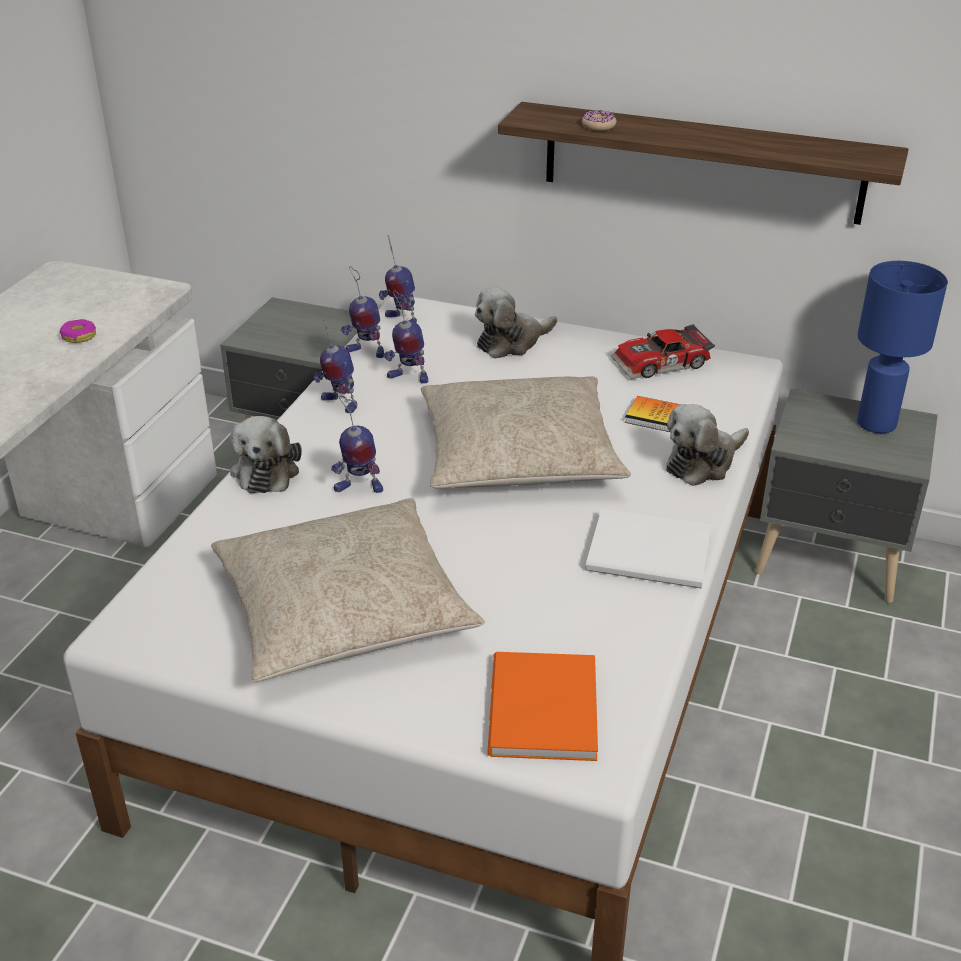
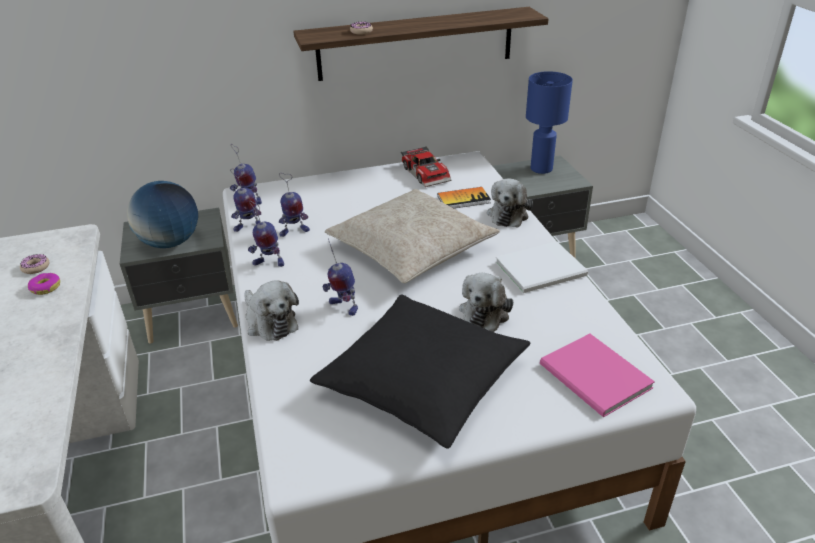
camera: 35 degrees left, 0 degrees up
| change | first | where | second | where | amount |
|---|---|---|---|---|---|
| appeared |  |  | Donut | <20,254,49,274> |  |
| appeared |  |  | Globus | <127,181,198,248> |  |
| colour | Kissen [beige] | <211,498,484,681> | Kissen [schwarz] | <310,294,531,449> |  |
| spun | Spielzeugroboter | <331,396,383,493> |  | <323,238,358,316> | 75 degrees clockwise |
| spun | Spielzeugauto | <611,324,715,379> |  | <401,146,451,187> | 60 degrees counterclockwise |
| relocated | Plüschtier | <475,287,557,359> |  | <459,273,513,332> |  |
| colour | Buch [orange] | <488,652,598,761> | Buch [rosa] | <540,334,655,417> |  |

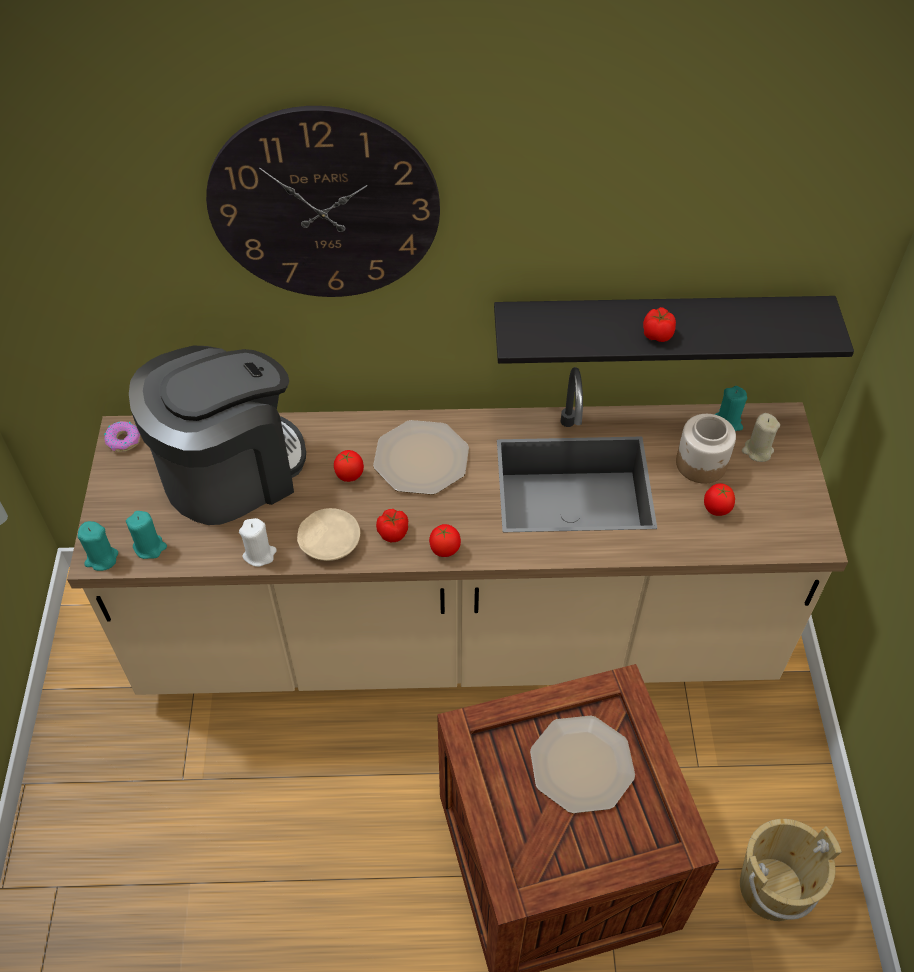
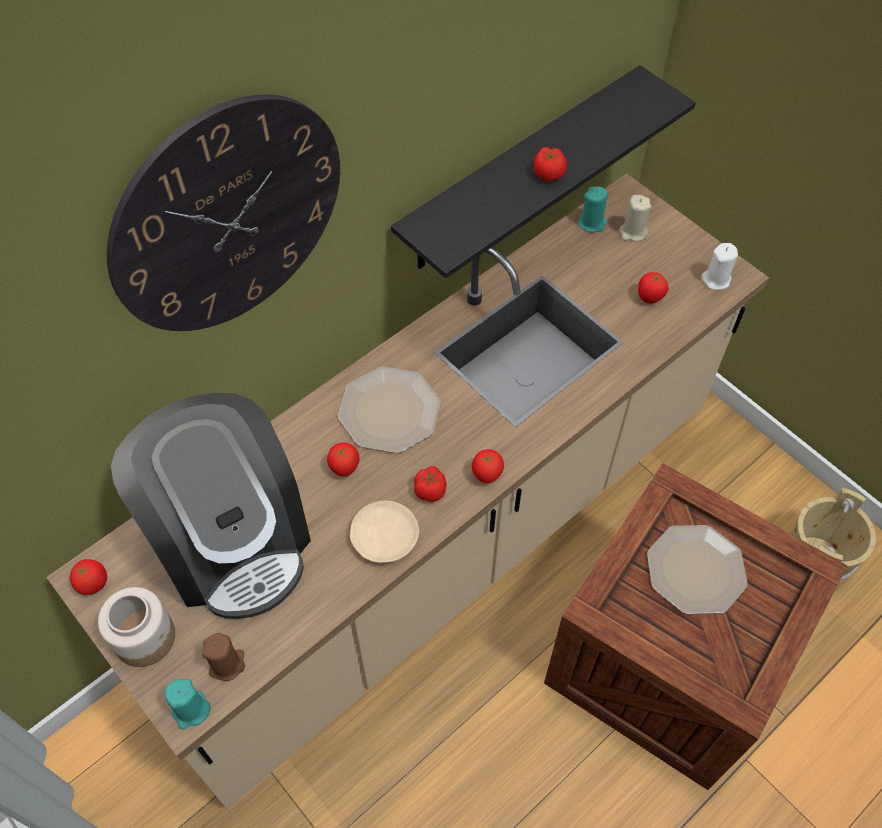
camera: 40 degrees left, 5 degrees up
| change | first | where | second | where | amount |
|---|---|---|---|---|---|
| exchanged | Donut | <104,421,140,452> | Tomate | <70,559,107,595> |  |
| relocated | Vorratsglas | <676,414,736,484> |  | <98,587,175,667> |  |
| spun | Kaffeemaschine | <129,346,306,525> |  | <111,393,311,619> | 135 degrees clockwise |
| colour | Kerze [türkis] | <126,511,167,559> | Kerze [braun] | <202,633,245,681> |  |
| relocated | Kerze [weiß] | <239,518,277,567> |  | <701,243,738,290> |  |

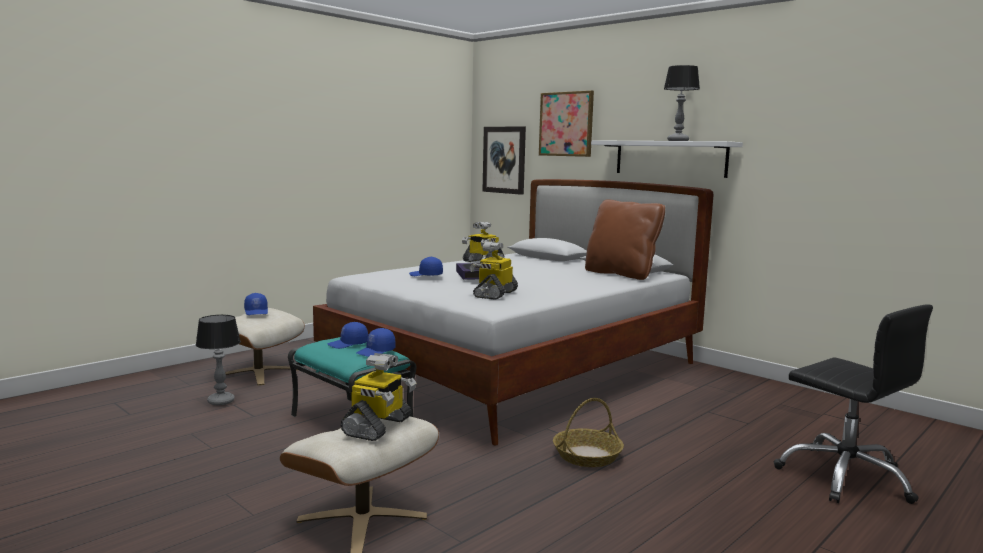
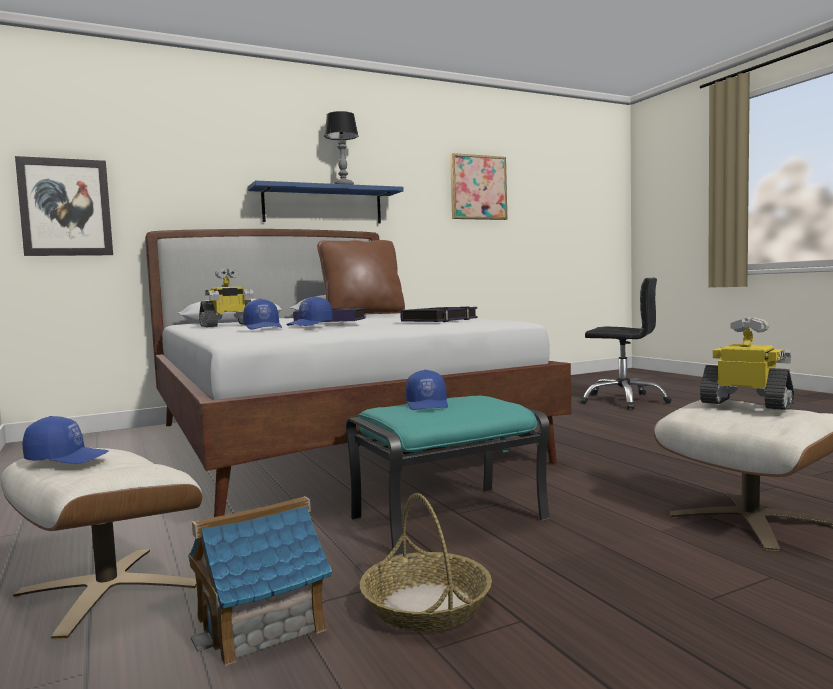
camera: 70 degrees left, 5 degrees down
| change | first | where | second | where | amount |
|---|---|---|---|---|---|
| exchanged | Tischlampe | <196,315,241,405> | Spielzeughaus | <188,496,332,666> |  |
| relocated | Kappe [blau] | <356,328,395,357> |  | <243,299,282,330> |  |
| colour | Wandregal [weiß] | <591,140,743,178> | Wandregal [blau] | <248,180,404,223> |  |
| relocated | Korb | <553,398,624,467> |  | <360,493,492,632> |  |
| exchanged | Spielzeugroboter | <470,241,518,299> | Buch | <400,307,478,322> |  |
| relocated | Bild | <539,90,594,157> |  | <450,153,507,220> |  |
| spun | Bürostuhl [schwarz] | <774,304,933,504> |  | <580,277,672,409> | 45 degrees clockwise |

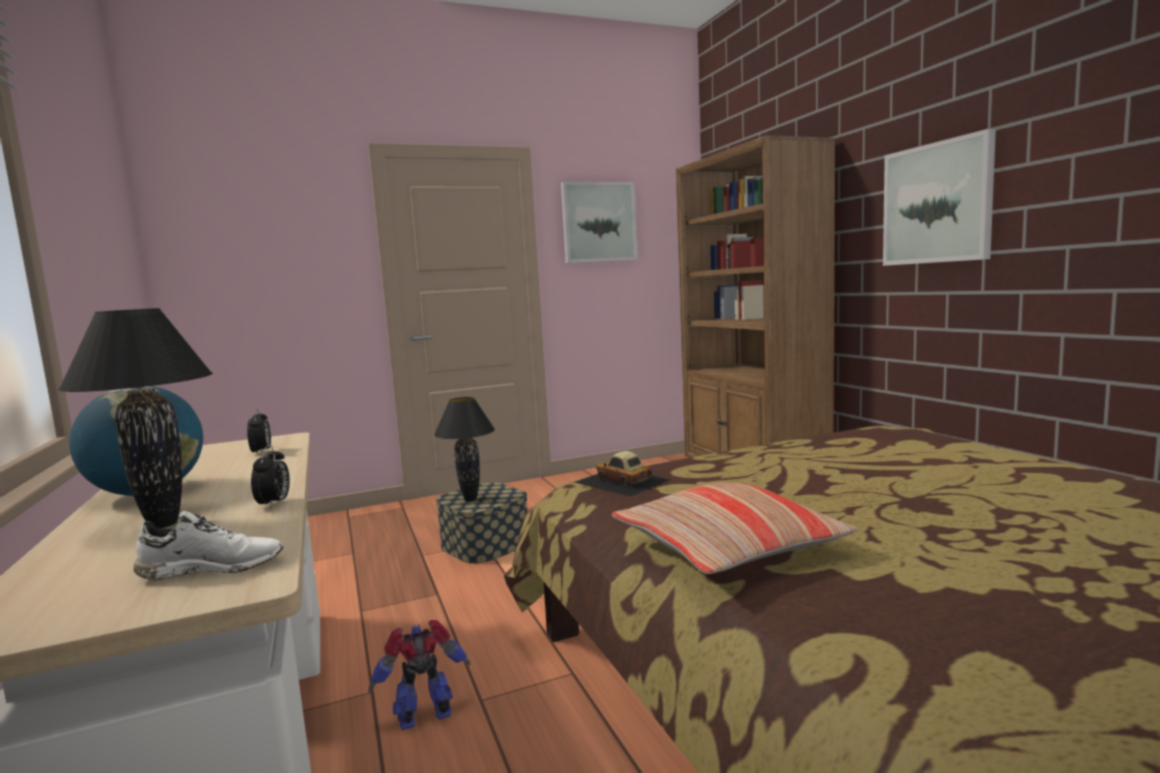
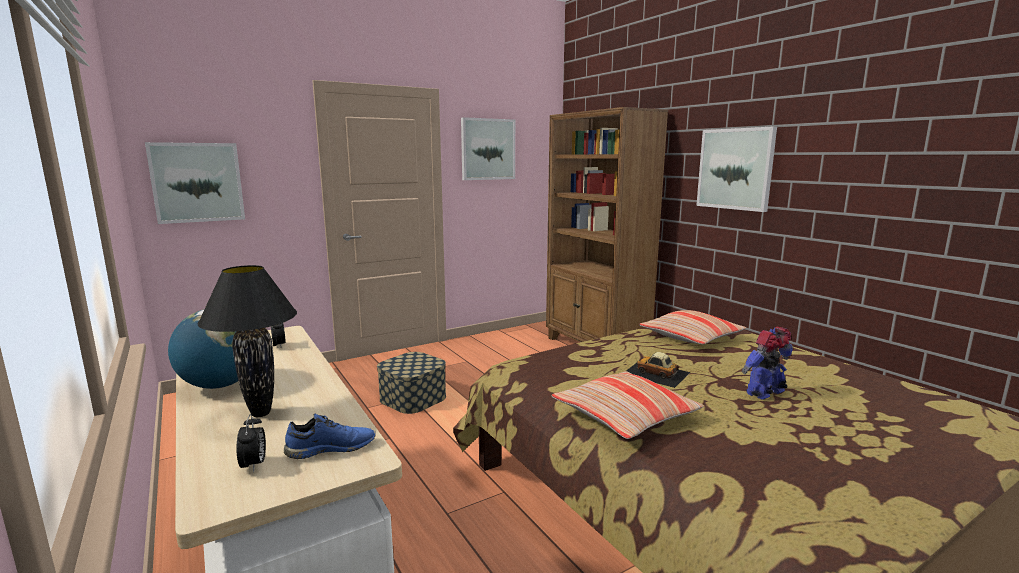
camera: 10 degrees left, 5 degrees up
| change | first | where | second | where | amount |
|---|---|---|---|---|---|
| appeared |  |  | Bild | <145,142,245,224> |  |
| relocated | Wecker | <251,445,290,509> |  | <237,414,266,473> |  |
| colour | Schuh [weiß] | <134,511,284,580> | Schuh [blau] | <283,414,376,459> |  |
| relocated | Spielzeugauto | <575,451,671,497> |  | <626,352,690,388> |  |
| appeared |  |  | Kissen | <639,310,746,344> |  |
| relocated | Spielzeugroboter | <369,620,470,730> |  | <742,326,793,400> |  |
| missing | Tischlampe [schwarz] | <434,397,495,502> |  |  |  |

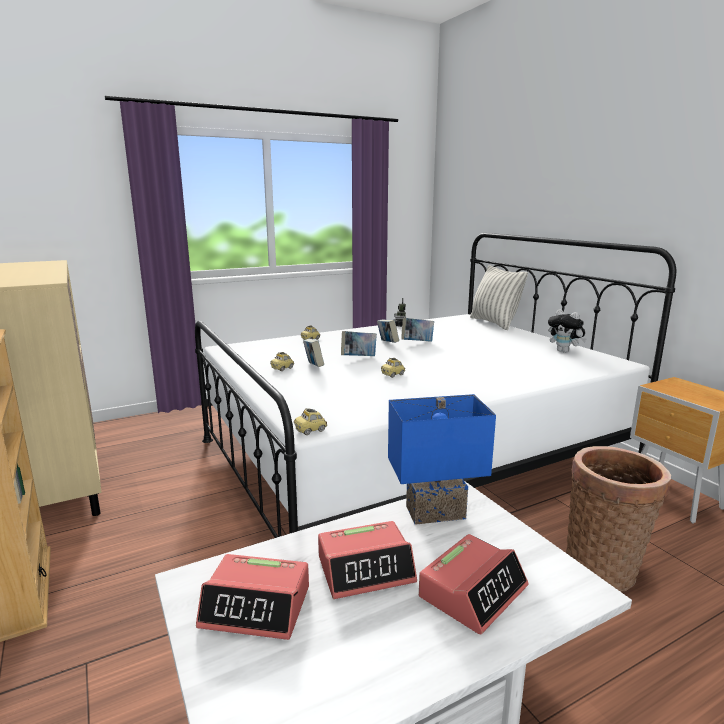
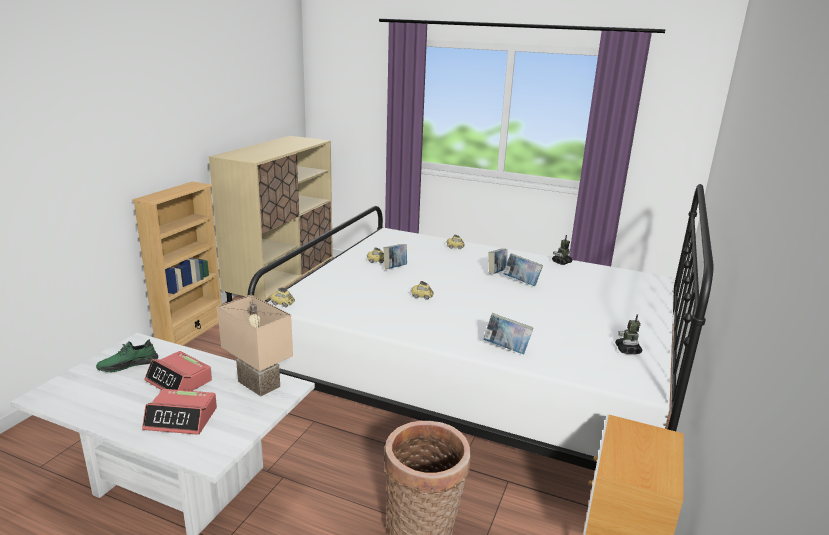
camera: 50 degrees right, 5 degrees up
| change | first | where | second | where | amount |
|---|---|---|---|---|---|
| exchanged | Wecker | <196,554,309,640> | Schuh [grün] | <96,339,158,372> |  |
| colour | Tischlampe [blau] | <388,394,496,525> | Tischlampe [beige] | <217,295,293,397> |  |
| relocated | Buch | <341,331,377,356> |  | <483,313,533,354> |  |
| exchanged | Plüschtier | <548,309,586,353> | Spielzeugroboter | <615,314,643,354> |  |
| missing | Kissen | <470,265,528,330> |  |  |  |

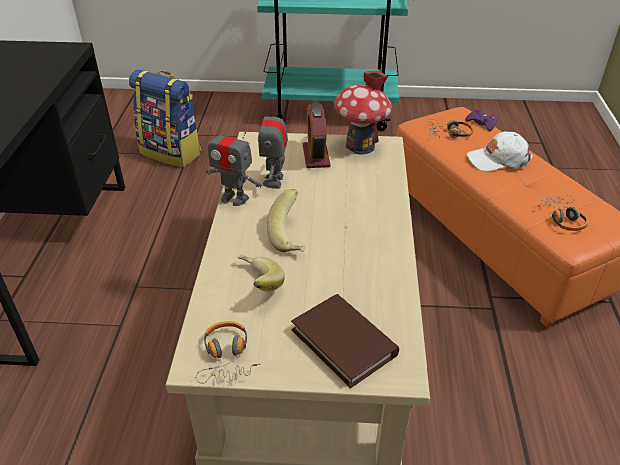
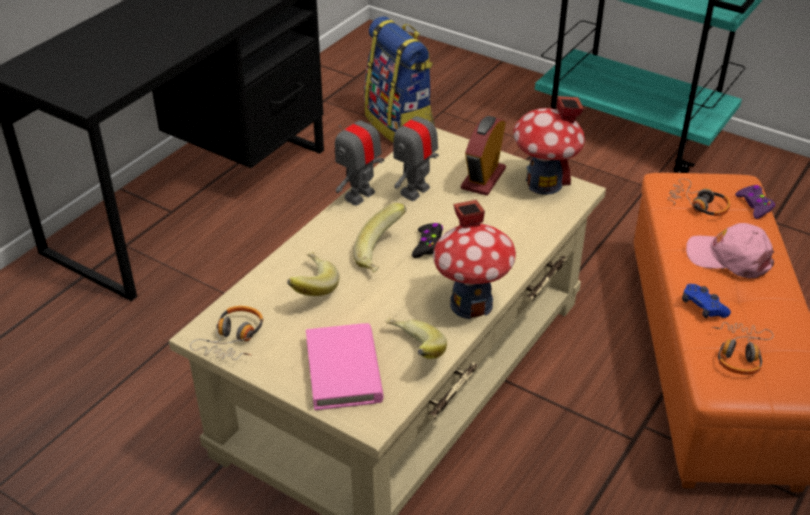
camera: 30 degrees right, 0 degrees up
| change | first | where | second | where | amount |
|---|---|---|---|---|---|
| colour | Buch [braun] | <291,294,399,388> | Buch [rosa] | <306,323,384,410> |  |
| spun | Spielzeugroboter | <206,121,262,206> |  | <335,103,384,206> | 75 degrees clockwise |
| appeared |  |  | Banane | <386,317,447,359> |  |
| appeared |  |  | Gamepad [schwarz] | <412,223,443,258> |  |
| appeared |  |  | Spielzeughaus | <433,200,516,319> |  |
| appeared |  |  | Gamepad [blau] | <682,284,731,319> |  |
| colour | Kappe [weiß] | <467,131,533,171> | Kappe [rosa] | <686,223,774,278> |  |

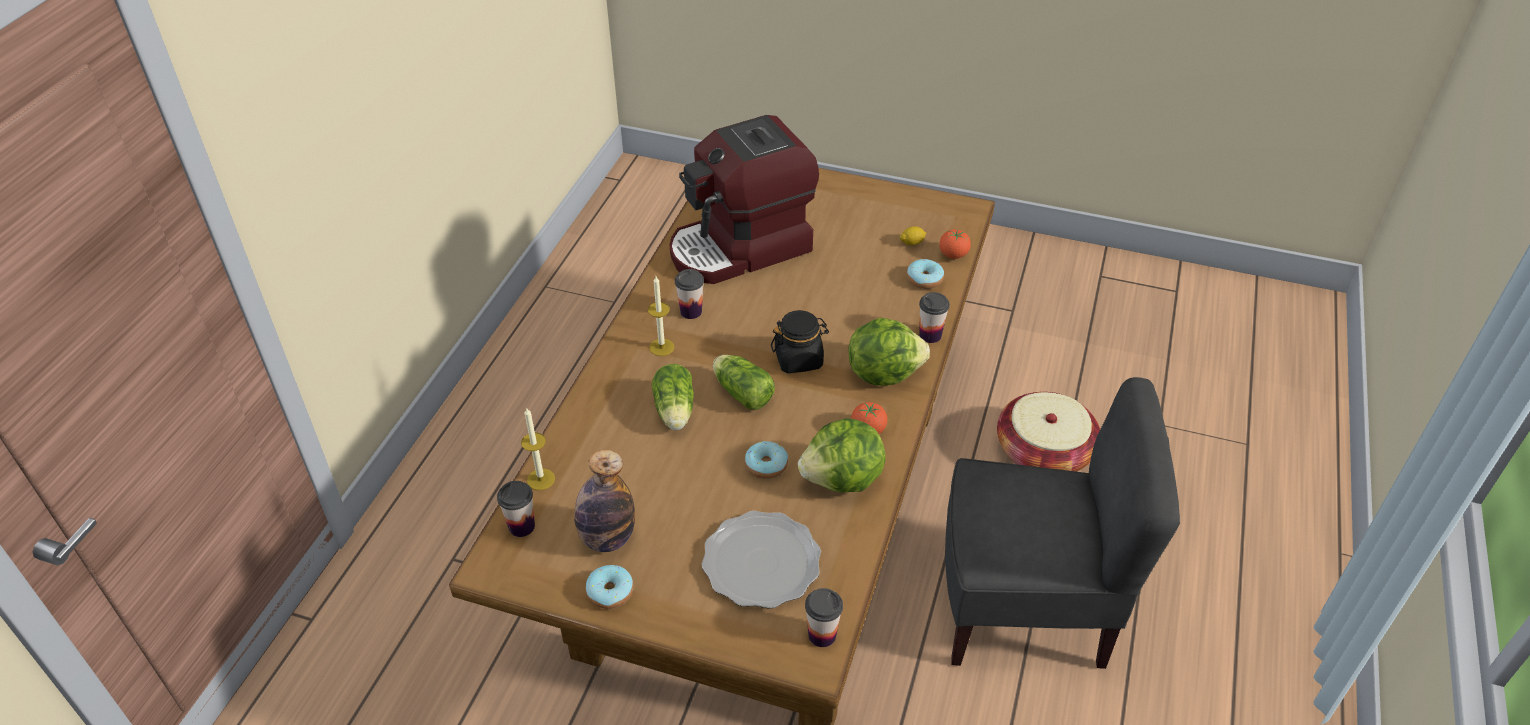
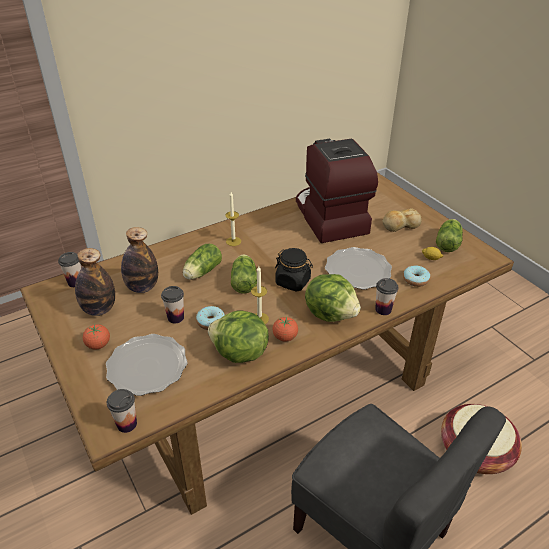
camera: 40 degrees right, 5 degrees down
| change | first | where | second | where | amount |
|---|---|---|---|---|---|
| relocated | Tomate | <939,229,971,259> |  | <83,324,110,350> |  |
| appeared |  |  | Flasche | <121,227,158,293> |  |
| relocated | Tasse | <675,269,704,319> |  | <161,286,184,324> |  |
| relocated | Kerze | <521,407,555,490> |  | <251,266,269,324> |  |
| spun | Kaffeemaschine | <669,115,819,284> |  | <296,139,378,243> | 60 degrees clockwise |
| appeared |  |  | Teller | <325,247,392,289> |  |
| appeared |  |  | Brot | <382,208,422,232> |  |
| appeared |  |  | Salatkopf | <436,219,463,252> |  |
| missing | Donut | <586,565,634,609> |  |  |  |

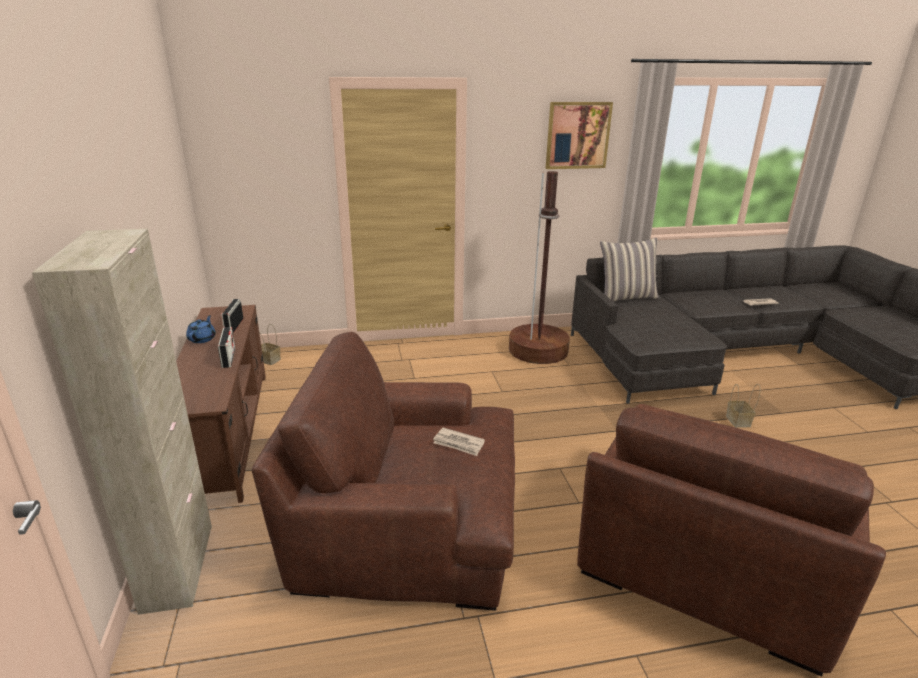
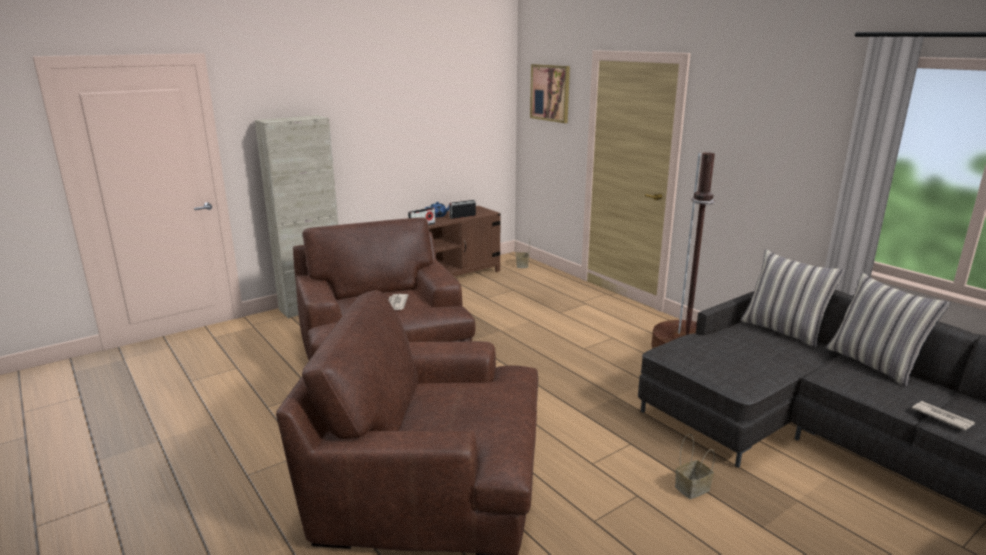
camera: 65 degrees right, 5 degrees down
| change | first | where | second | where | amount |
|---|---|---|---|---|---|
| relocated | Bild | <546,102,613,169> |  | <530,64,570,123> |  |
| appeared |  |  | Kissen | <826,272,950,387> |  |

